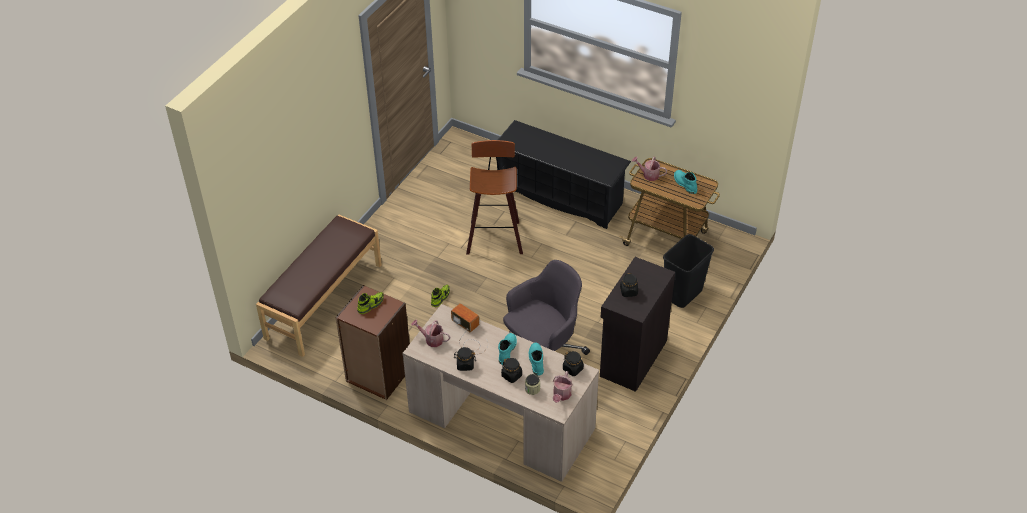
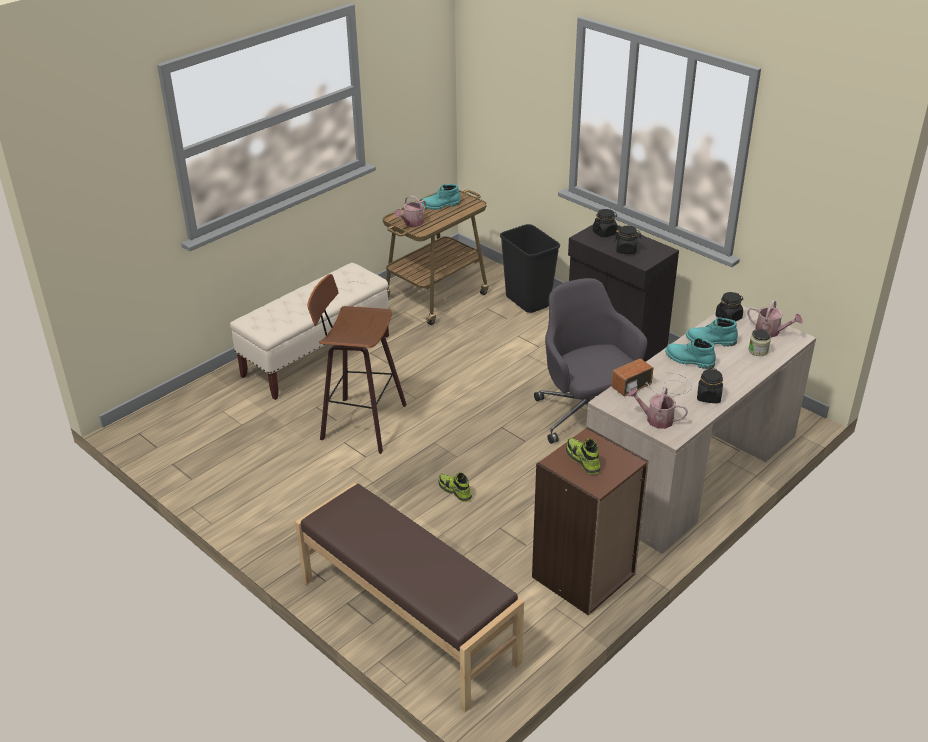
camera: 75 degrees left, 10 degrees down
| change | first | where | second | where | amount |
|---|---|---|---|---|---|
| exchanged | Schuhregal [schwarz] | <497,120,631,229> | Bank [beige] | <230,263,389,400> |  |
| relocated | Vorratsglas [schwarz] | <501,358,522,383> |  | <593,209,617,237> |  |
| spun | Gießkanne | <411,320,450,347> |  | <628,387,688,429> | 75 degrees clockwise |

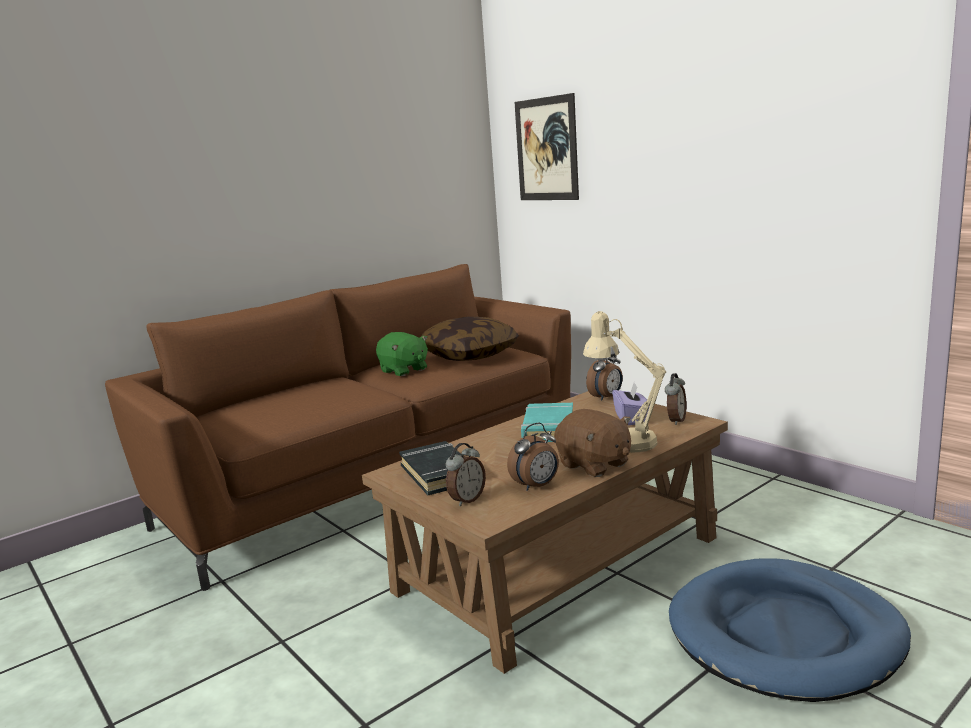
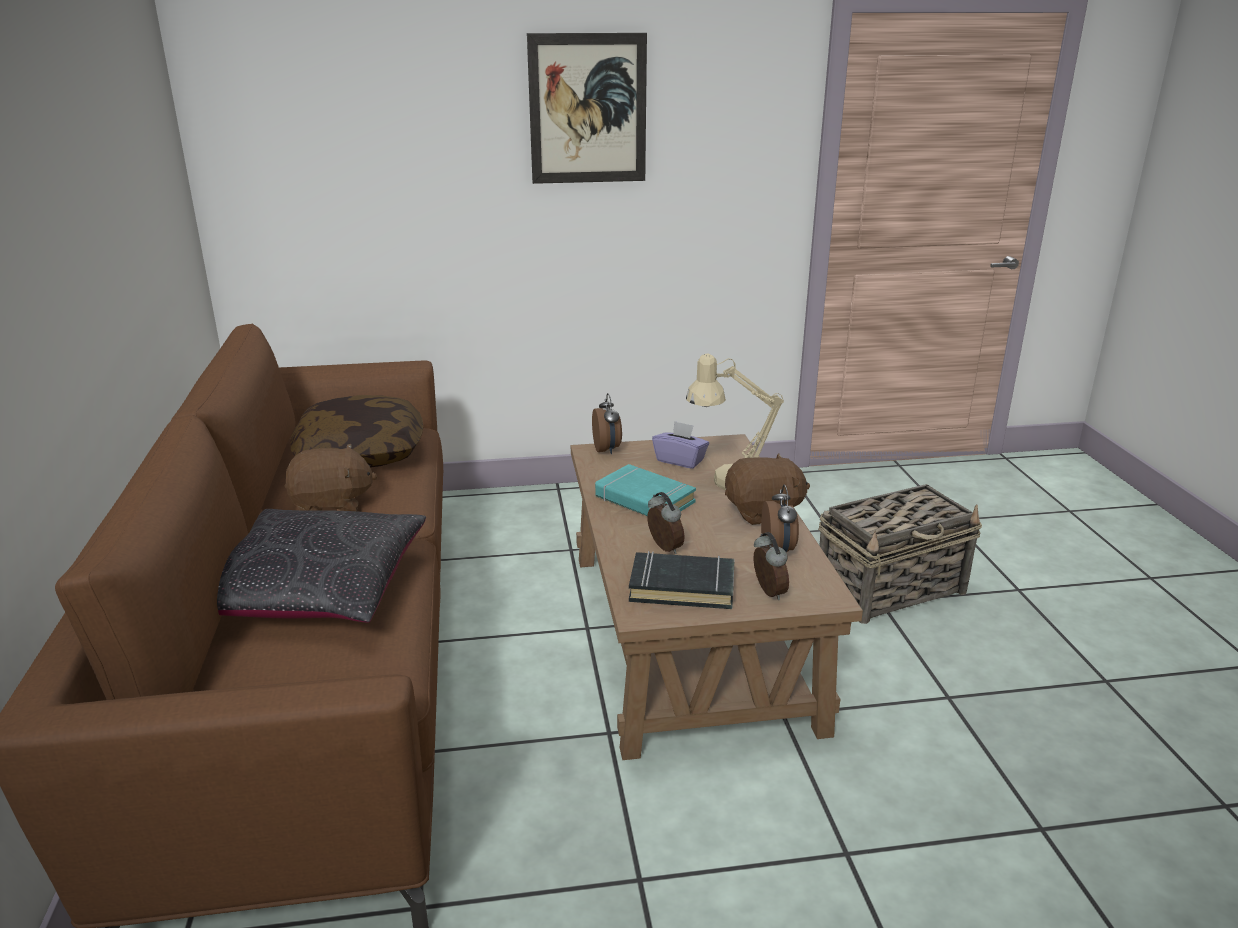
camera: 60 degrees left, 10 degrees up
| change | first | where | second | where | amount |
|---|---|---|---|---|---|
| appeared |  |  | Kissen [schwarz] | <217,509,426,623> |  |
| colour | Plüschtier [grün] | <376,332,428,376> | Plüschtier [braun] | <284,444,377,511> |  |
| relocated | Bild | <515,93,579,200> |  | <527,33,647,184> |  |
| relocated | Wecker | <665,373,686,425> |  | <647,492,685,554> |  |
| exchanged | Hundebett [blau] | <669,558,911,702> | Korb | <818,484,982,624> |  |

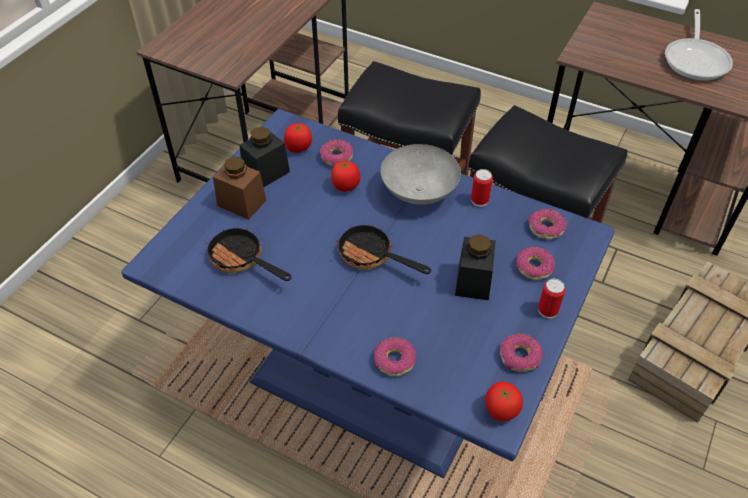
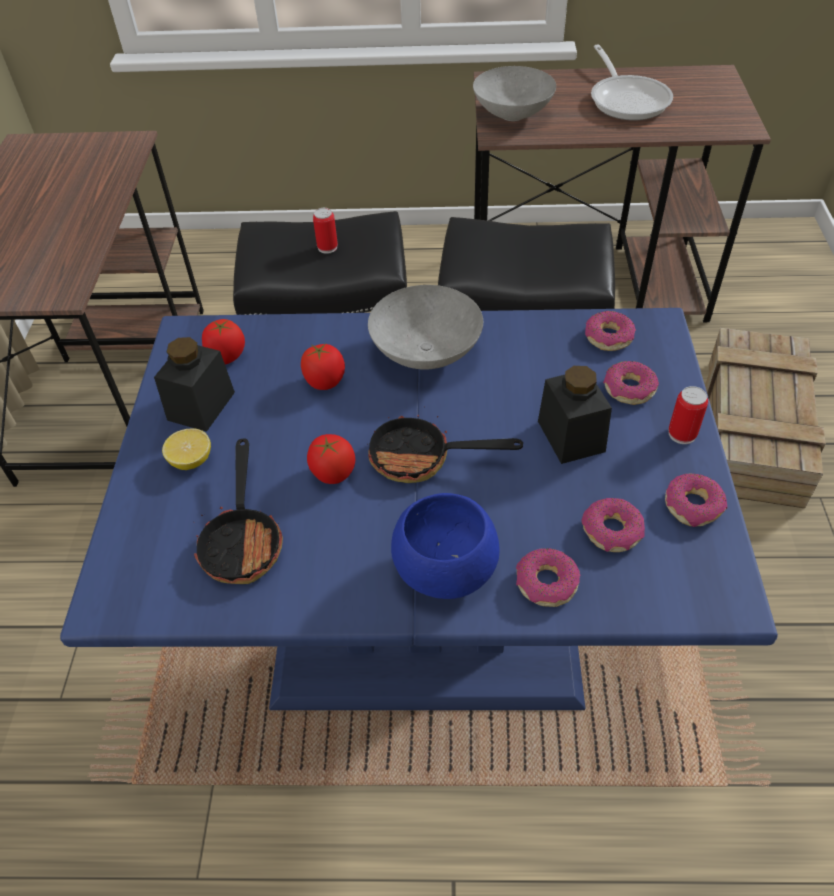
camera: 25 degrees left, 0 degrees up
| change | first | where | second | where | amount |
|---|---|---|---|---|---|
| exchanged | Vorratsglas [braun] | <213,157,266,220> | Zitrone | <162,428,211,470> |  |
| spun | Pfanne | <205,228,292,281> |  | <194,438,283,584> | 105 degrees counterclockwise |
| relocated | Tomate | <485,382,523,422> |  | <307,434,355,484> |  |
| relocated | Dose | <471,169,493,207> |  | <313,208,338,254> |  |
| appeared |  |  | Schüssel [blau] | <391,493,500,599> |  |
| appeared |  |  | Schüssel [grau] | <473,66,556,121> |  |
| relocated | Donut | <320,139,353,166> |  | <582,498,645,552> |  |

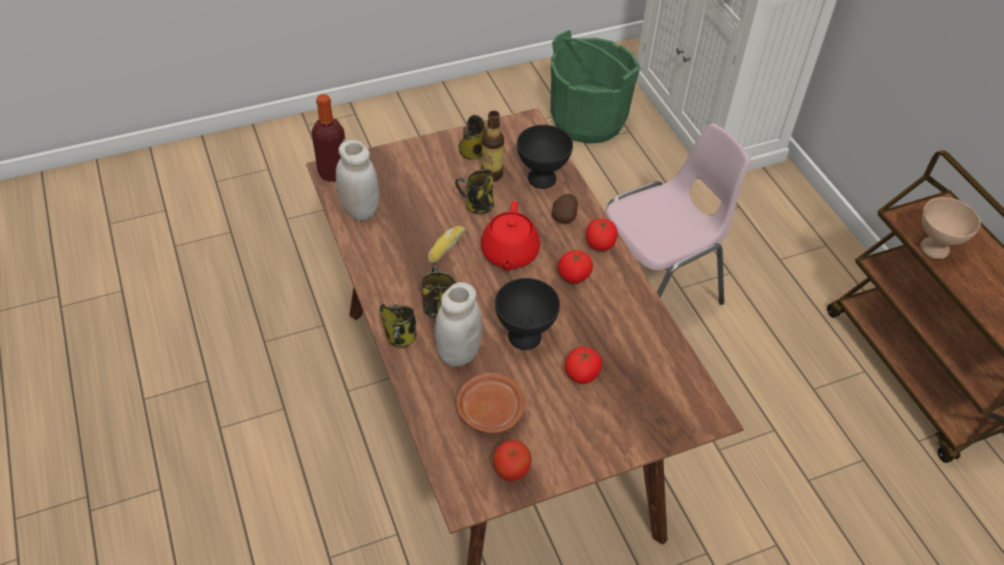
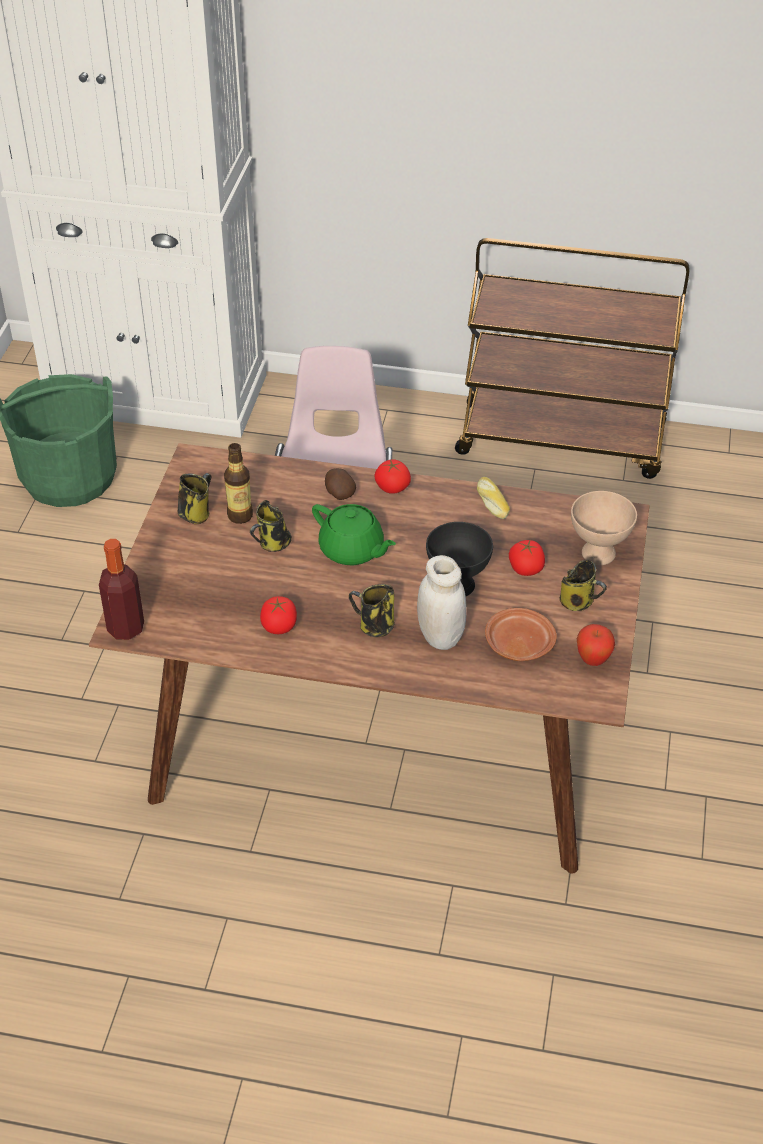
camera: 55 degrees left, 5 degrees down
| change | first | where | second | where | amount |
|---|---|---|---|---|---|
| relocated | Tomate | <557,250,593,283> |  | <260,596,297,634> |  |
| colour | Teekanne [rot] | <481,201,540,271> | Teekanne [grün] | <312,504,396,565> |  |
| relocated | Brot | <428,226,466,263> |  | <477,477,510,519> |  |
| relocated | Henkelbecher | <379,304,417,347> |  | <559,560,607,611> |  |
| relocated | Schüssel [beige] | <920,197,981,259> |  | <571,491,637,565> |  |
| missing | Vorratsglas [weiß] | <336,140,379,221> |  |  |  |
| missing | Schüssel [schwarz] | <517,125,573,189> |  |  |  |

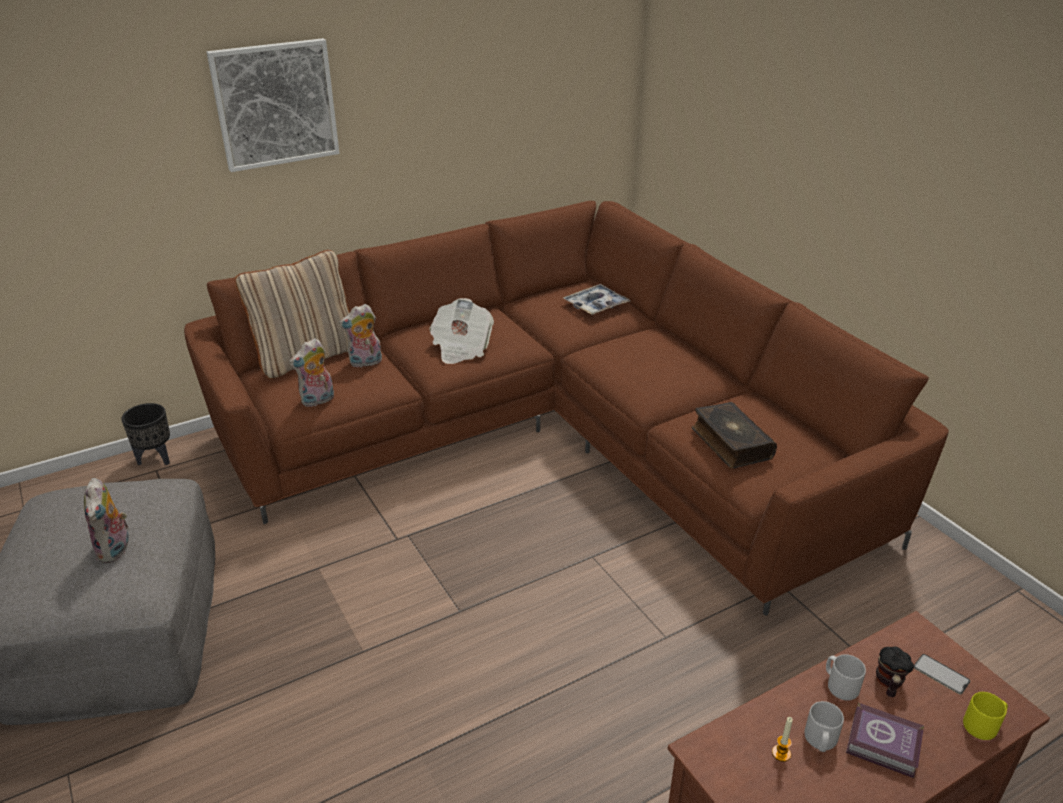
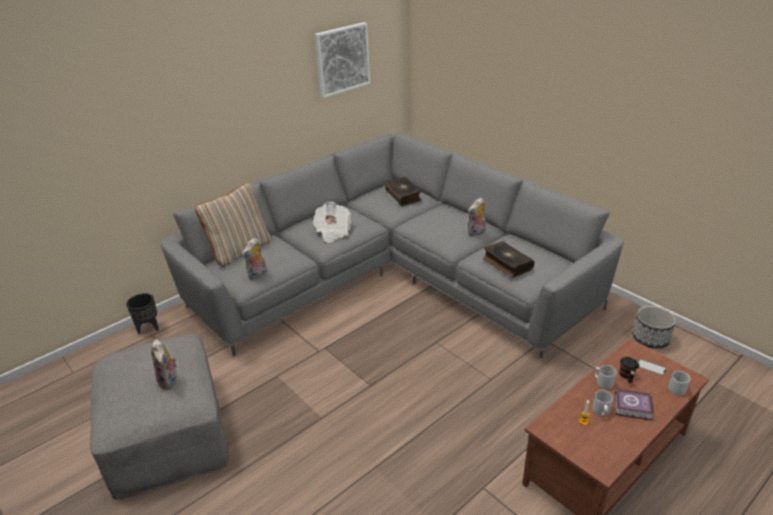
camera: 10 degrees left, 0 degrees up
| change | first | where | second | where | amount |
|---|---|---|---|---|---|
| colour | Sofa [braun] | <184,201,949,616> | Sofa [grau] | <160,133,624,358> |  |
| relocated | Bild | <207,38,340,172> |  | <315,22,370,98> |  |
| exchanged | Tablett | <563,284,630,315> | Buch | <385,177,422,206> |  |
| relocated | Plüschtier | <339,304,382,368> |  | <468,198,486,237> |  |
| appeared |  |  | Pflanzkübel | <633,306,676,349> |  |
| colour | Henkelbecher [gelb] | <963,692,1008,740> | Henkelbecher [grau] | <668,371,690,396> |  |

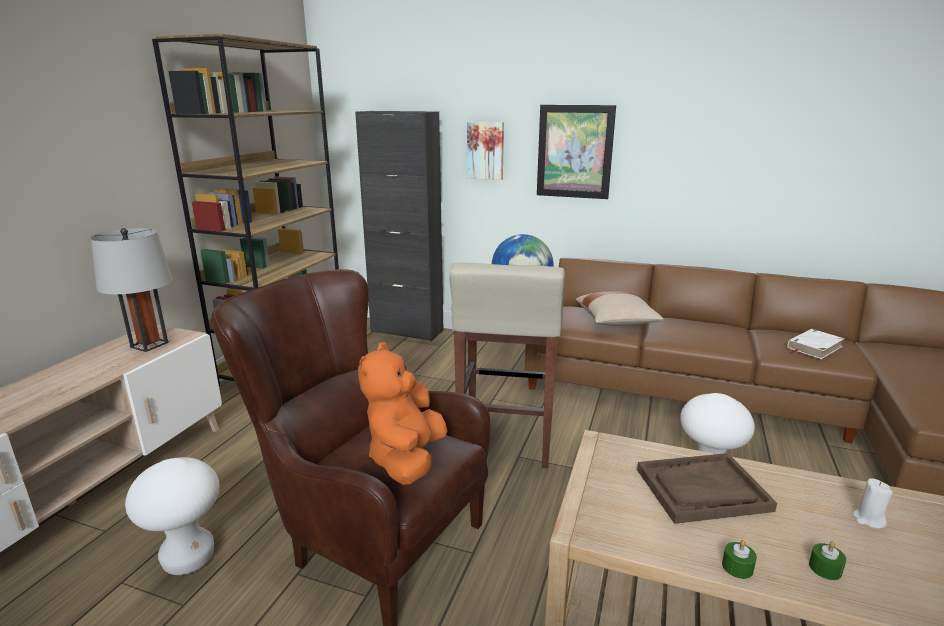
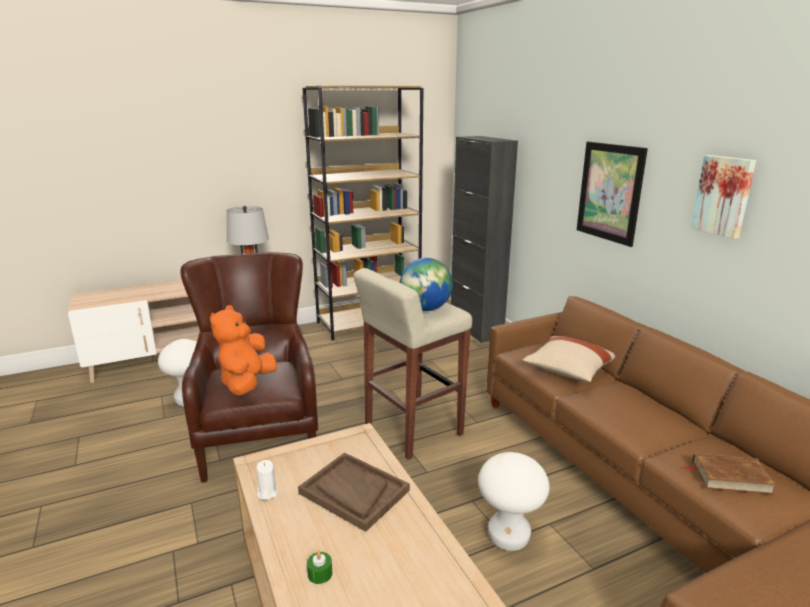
camera: 45 degrees right, 0 degrees up
| change | first | where | second | where | amount |
|---|---|---|---|---|---|
| spun | Plüschtier [orange] | <358,342,448,485> |  | <210,305,277,395> | 45 degrees counterclockwise |
| relocated | Kerze [weiß] | <852,478,893,529> |  | <256,460,278,500> |  |
| colour | Buch [weiß] | <787,329,845,359> | Buch [braun] | <684,454,777,494> |  |
| relocated | Bild | <467,121,504,180> |  | <691,155,756,239> |  |
| missing | Kerze [grün] | <722,540,757,579> |  |  |  |

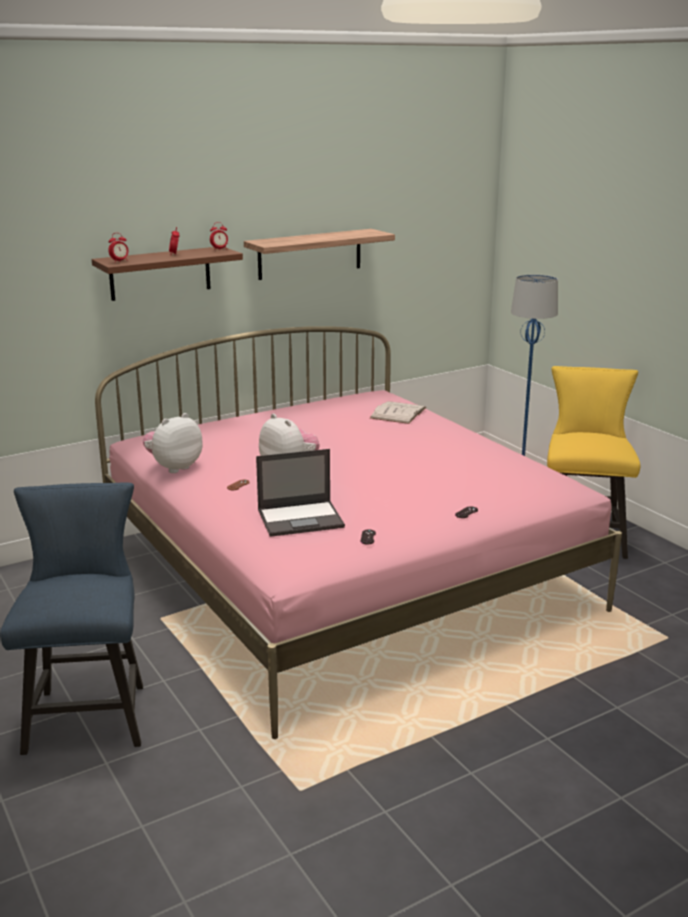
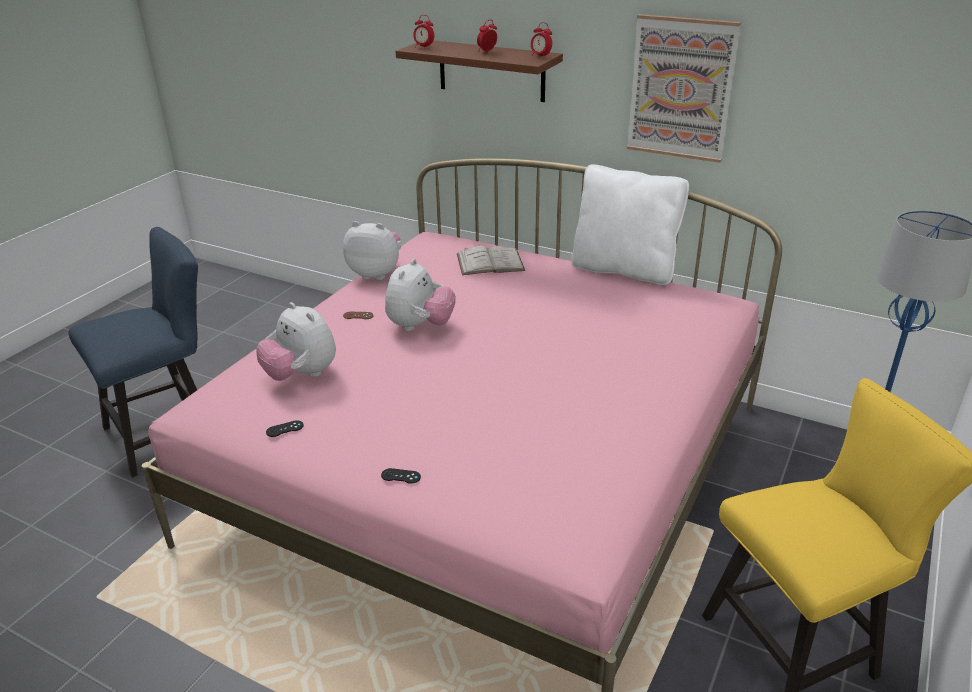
camera: 60 degrees right, 10 degrees up
| change | first | where | second | where | amount |
|---|---|---|---|---|---|
| exchanged | Laptop | <256,449,345,537> | Plüschtier | <256,302,336,381> |  |
| relocated | Buch [weiß] | <370,401,426,424> |  | <457,245,525,275> |  |
| appeared |  |  | Kissen [weiß] | <571,164,689,285> |  |
| exchanged | Wandregal | <244,229,395,280> | Bild | <627,14,741,163> |  |

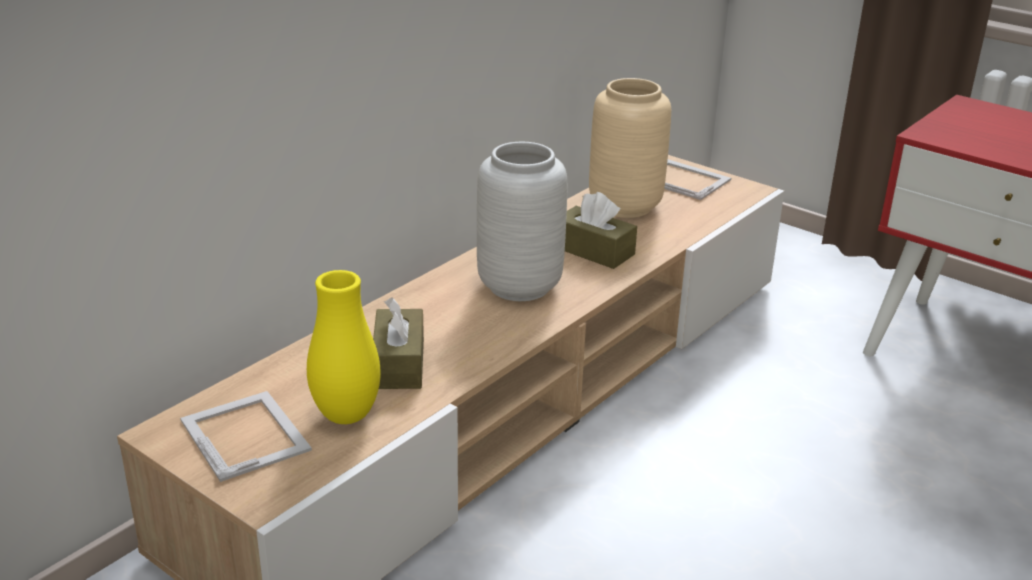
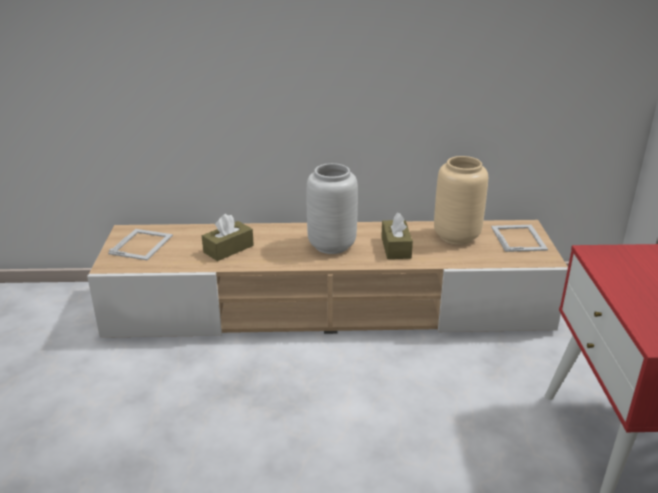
camera: 50 degrees right, 0 degrees up
| change | first | where | second | where | amount |
|---|---|---|---|---|---|
| missing | Vase [gelb] | <307,270,381,424> |  |  |  |

